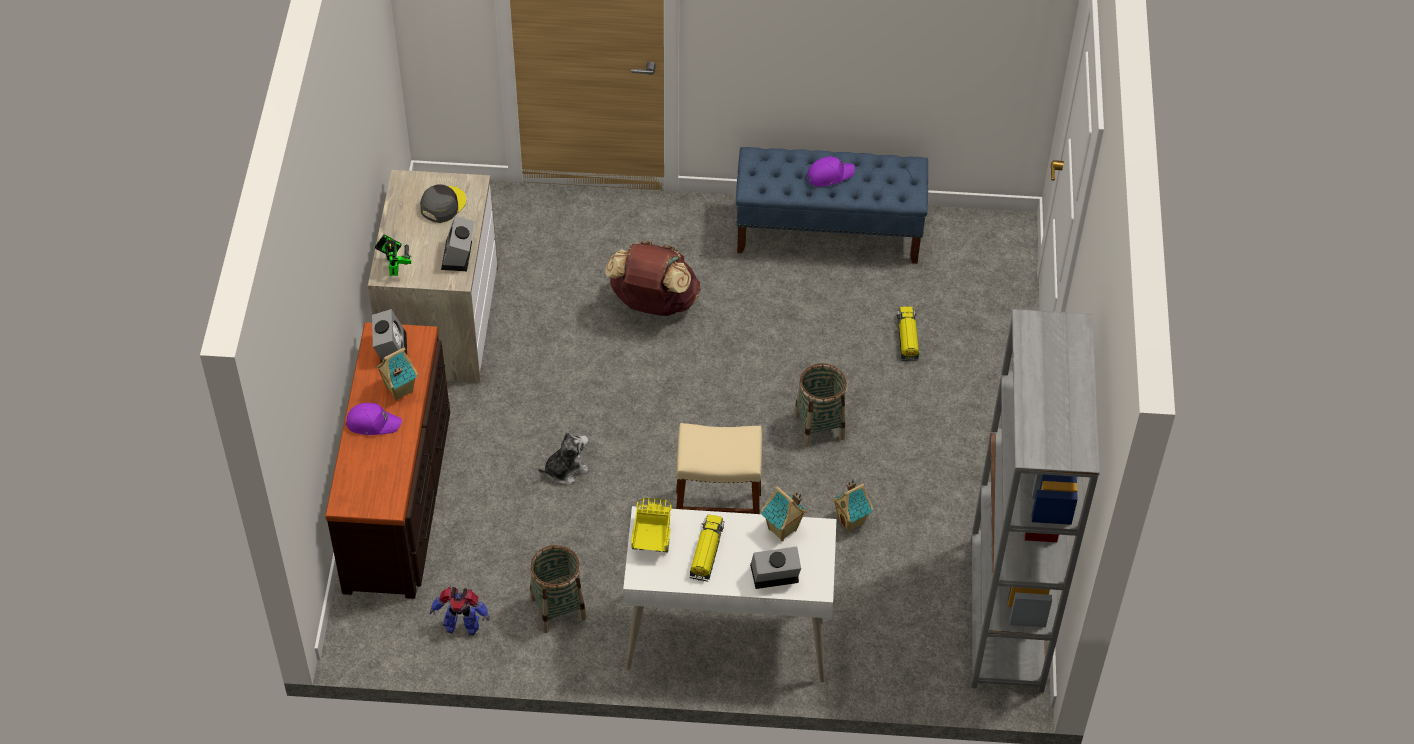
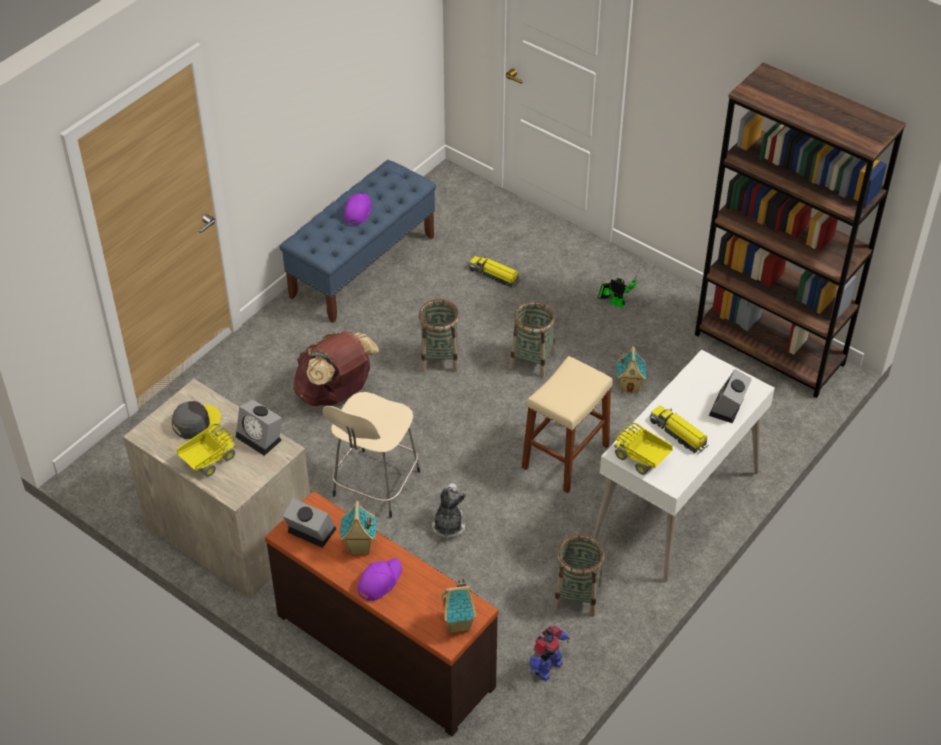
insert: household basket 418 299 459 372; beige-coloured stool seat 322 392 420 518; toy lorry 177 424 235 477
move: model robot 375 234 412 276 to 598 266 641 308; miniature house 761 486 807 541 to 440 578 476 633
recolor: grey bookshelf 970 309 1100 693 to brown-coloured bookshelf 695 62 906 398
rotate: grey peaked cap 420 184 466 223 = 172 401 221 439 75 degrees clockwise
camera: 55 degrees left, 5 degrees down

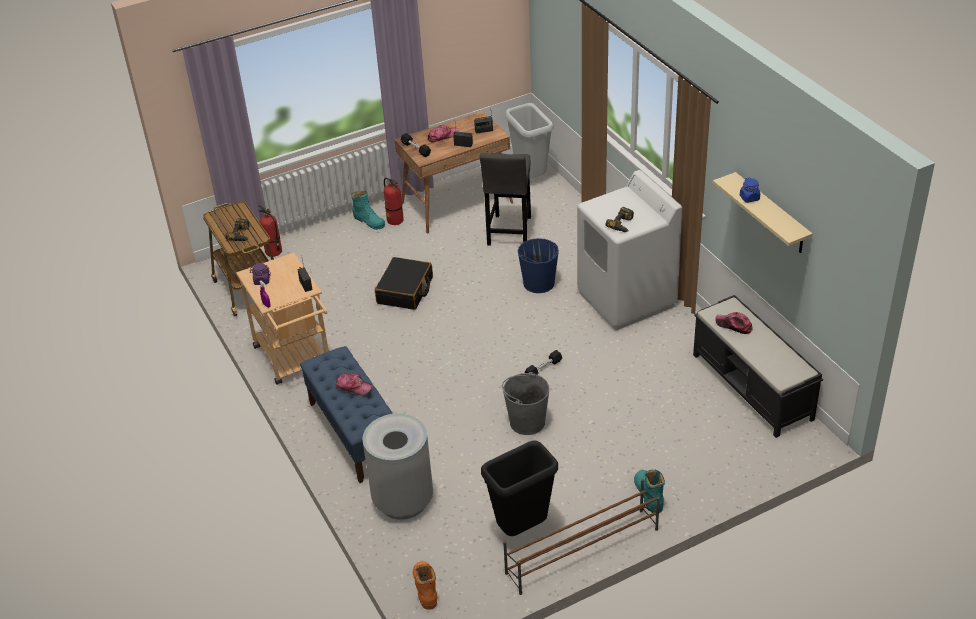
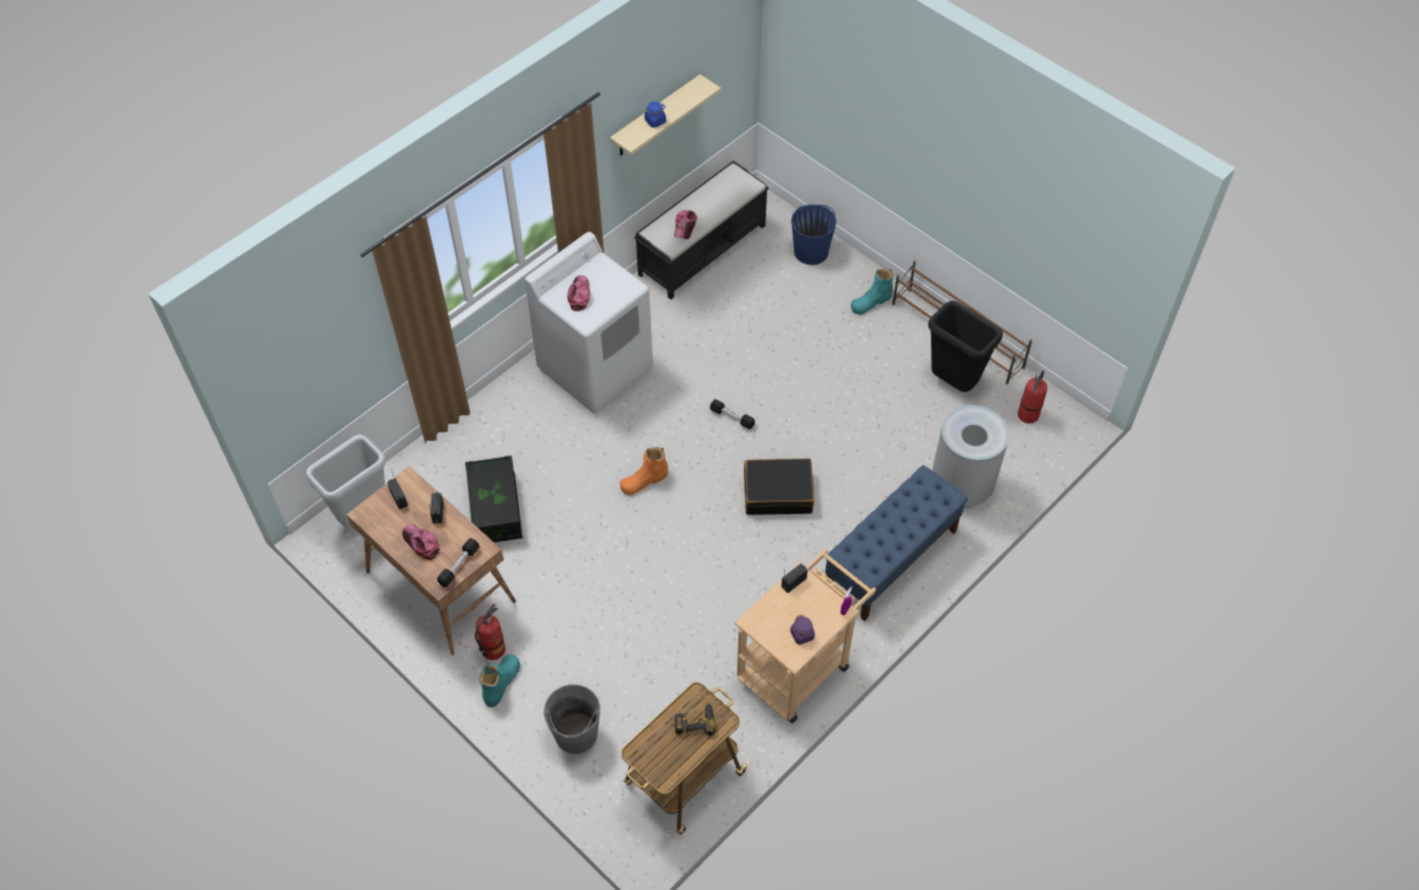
delete: drill 605 207 634 232
move: fire-fighting cylinder 258 205 282 257 to 1018 370 1047 424; bluish bucket 518 238 559 293 to 791 204 837 265; black travel case 375 257 433 310 to 744 458 814 515; grey bucket 502 372 549 435 to 543 684 600 754; peaked cap 335 374 373 395 to 567 275 590 311; orange-coloured tall boot 413 561 438 610 to 620 447 668 495
replace: grey stool seat 480 153 531 246 to black storage container 465 455 523 542
camera: 110 degrees left, 15 degrees up

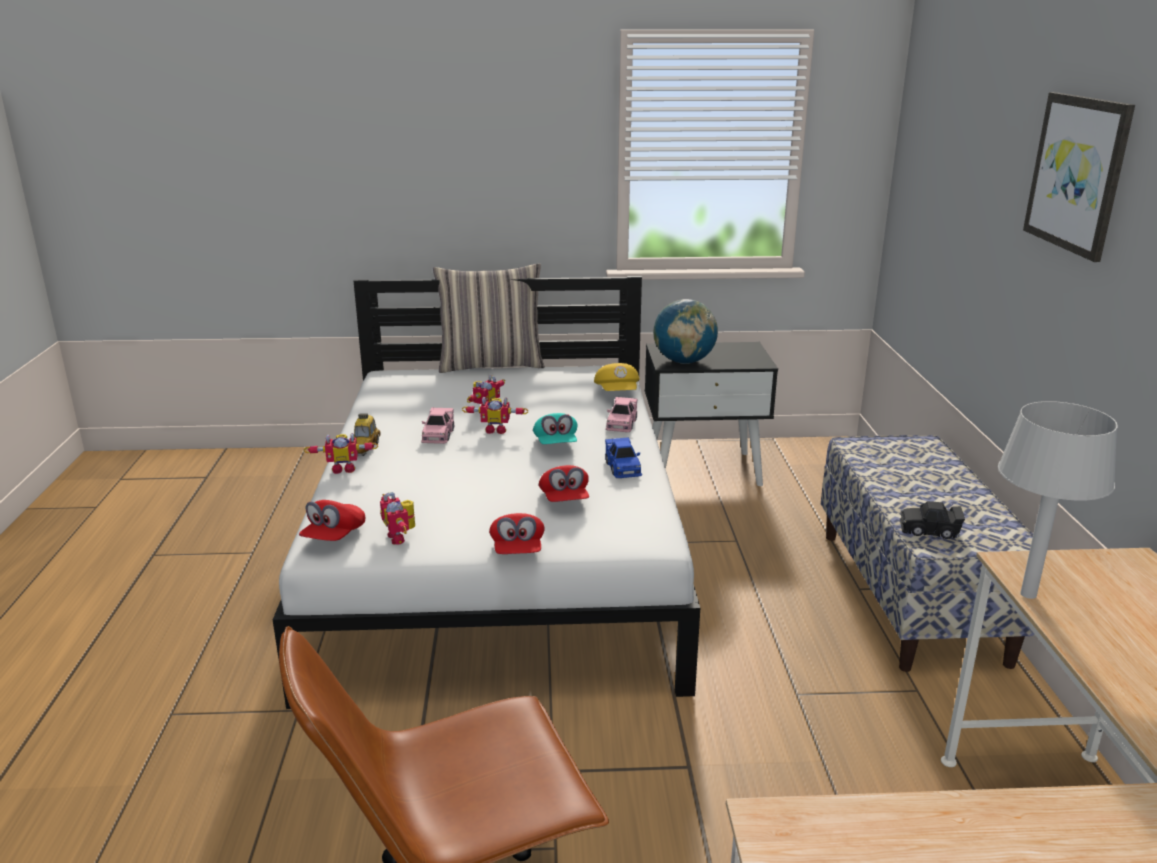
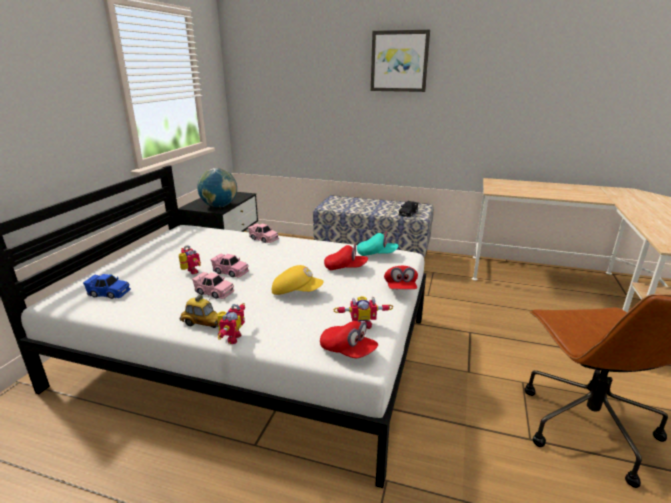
delete: cushion 433 263 545 373; grey lamp for a table 998 401 1118 599
move: yellow peaked cap 594 363 639 391 to 272 265 324 295; turquoise peaked cap 533 413 577 444 to 357 231 398 256; bluish model car 605 437 642 478 to 83 274 131 299
replace: model robot 462 397 528 434 to pinkish model car 210 254 249 277
rotate: red peaked cap 489 513 545 554 = 384 266 418 289 75 degrees clockwise
camera: 70 degrees left, 0 degrees up

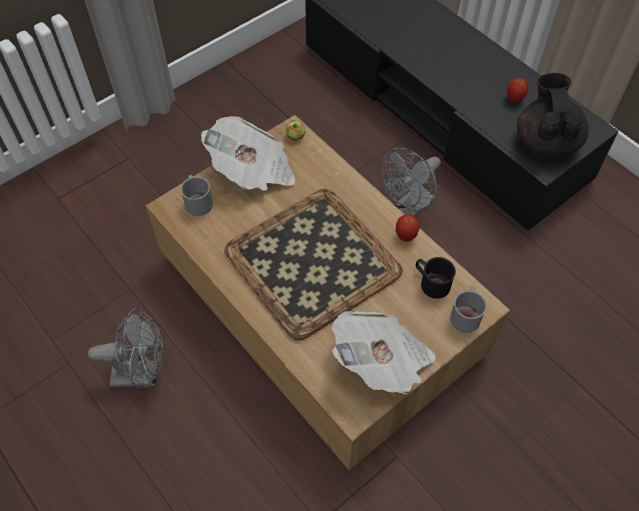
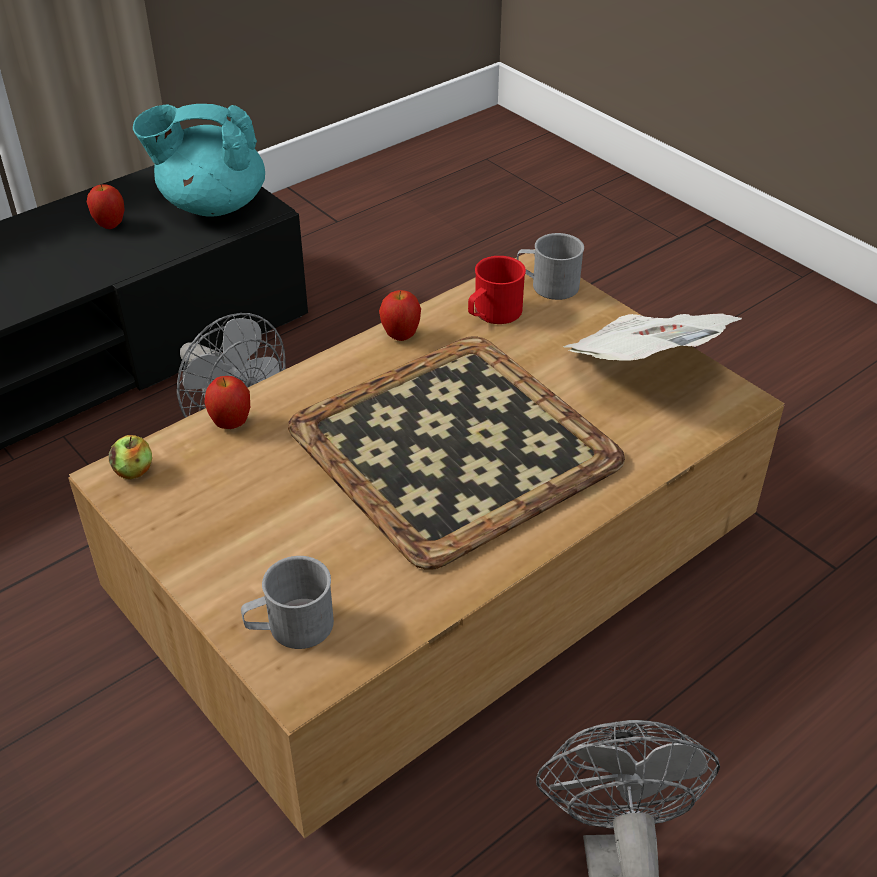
delete: daily paper 201 116 296 191
insert: apple fruit 205 376 250 429
recolor: black teapot 517 73 589 158 to turquoise teapot 133 104 265 217; black coffee mug 416 257 456 299 to red coffee mug 468 256 526 324
camera: 90 degrees left, 15 degrees down

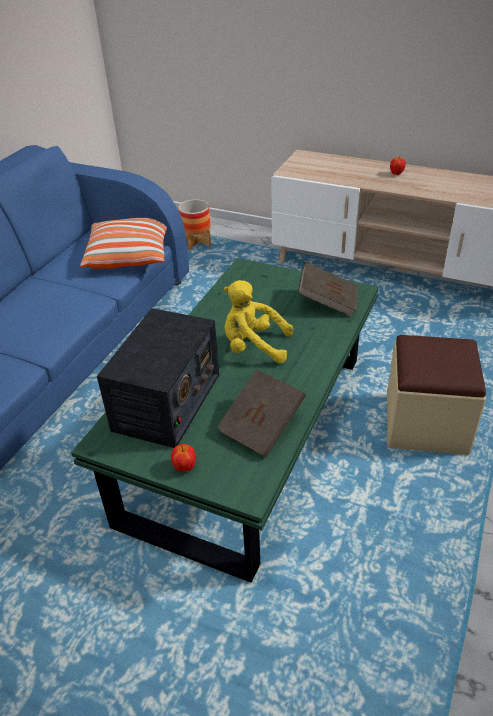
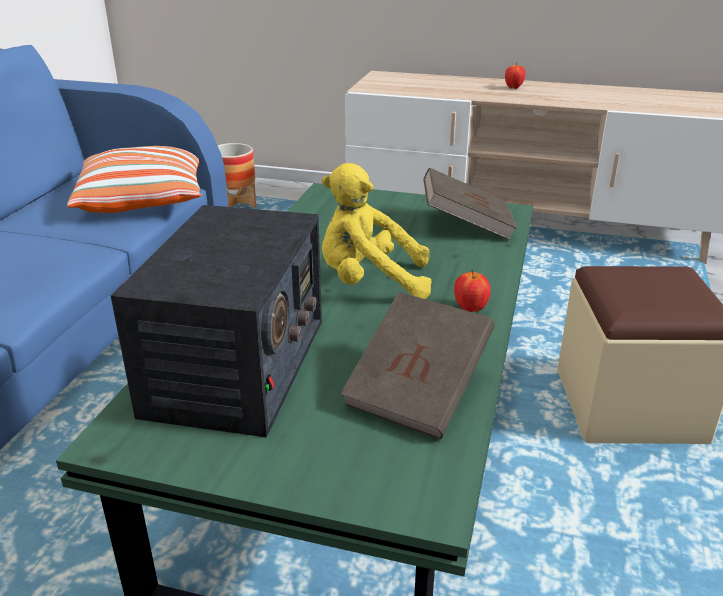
move: apple fruit 171 444 196 472 to 454 270 491 312
camera: 10 degrees left, 10 degrees down

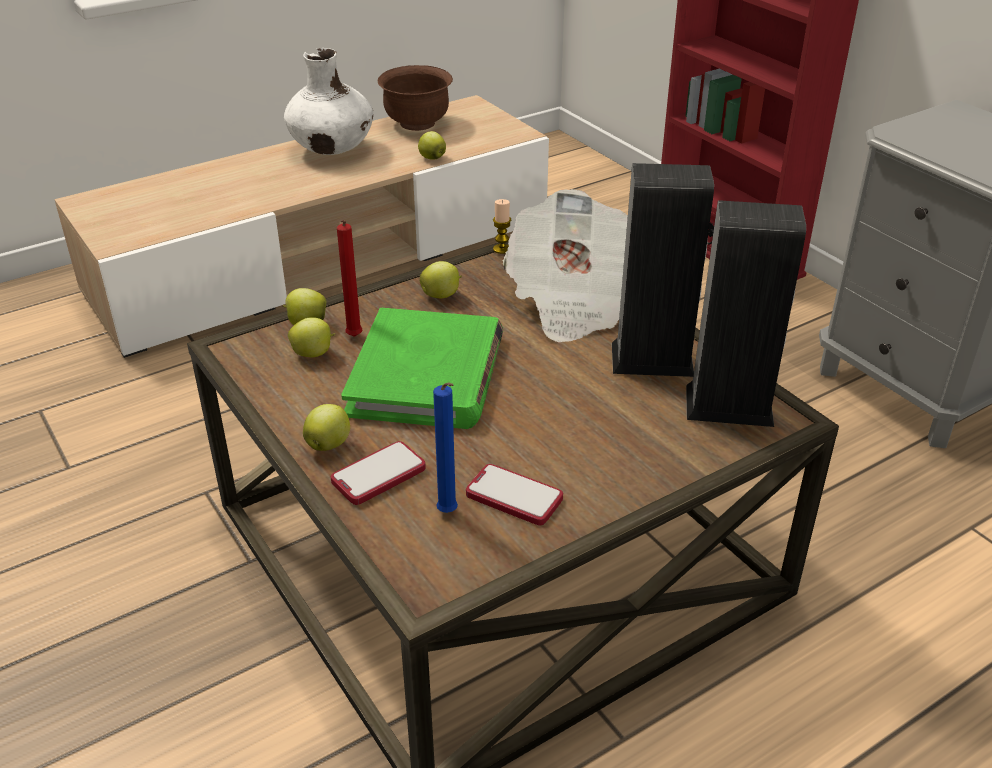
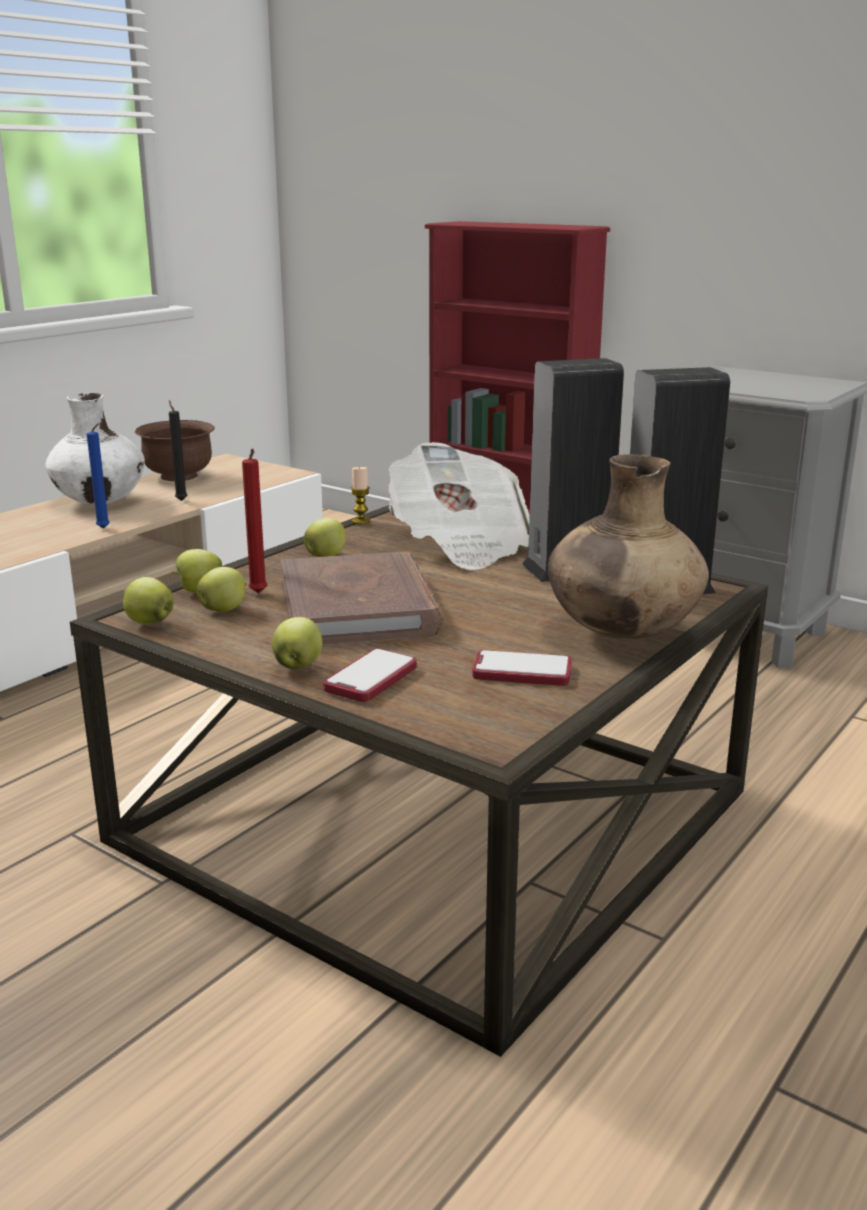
insert: black candle 169 400 187 501; brown-coloured flower vase 548 454 709 639
move: apple fruit 418 131 446 160 to 123 577 174 624; bluish candle 433 383 458 513 to 87 423 110 529
recolor: greenish bound book 341 308 503 429 to brown-coloured bound book 281 551 444 645
camera: 20 degrees left, 15 degrees down

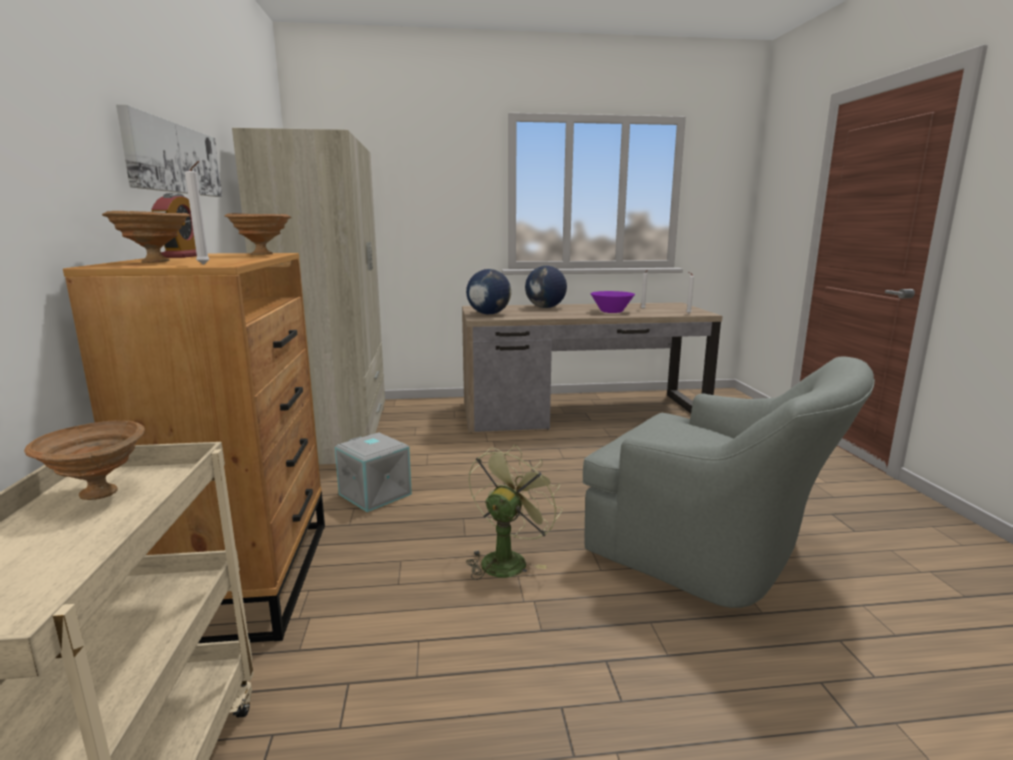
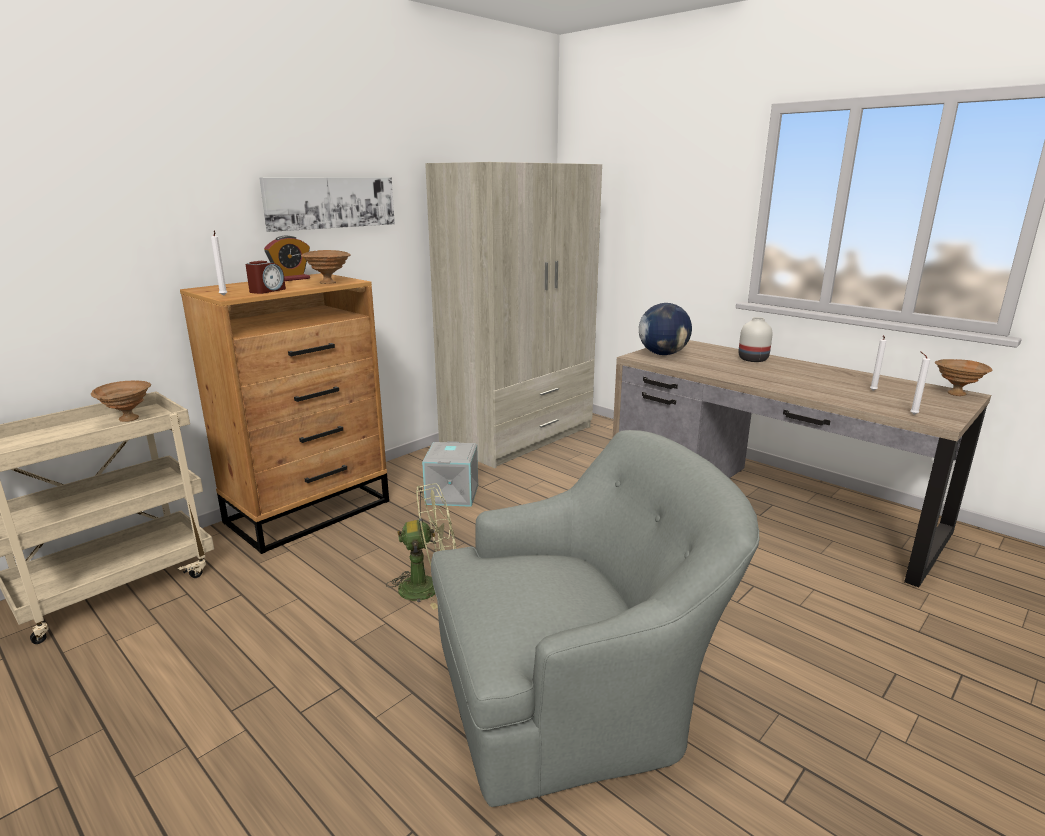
delete: purple serving bowl 590 291 635 313
insert: table clock 245 261 286 294
move: brown-coloured serving bowl 102 211 190 263 to 935 359 992 396
replace: globe 525 266 567 308 to white flower vase 739 317 773 362
rotate: grey easy chair 583 357 875 608 = 431 430 759 807 105 degrees counterclockwise
camera: 50 degrees right, 5 degrees up

